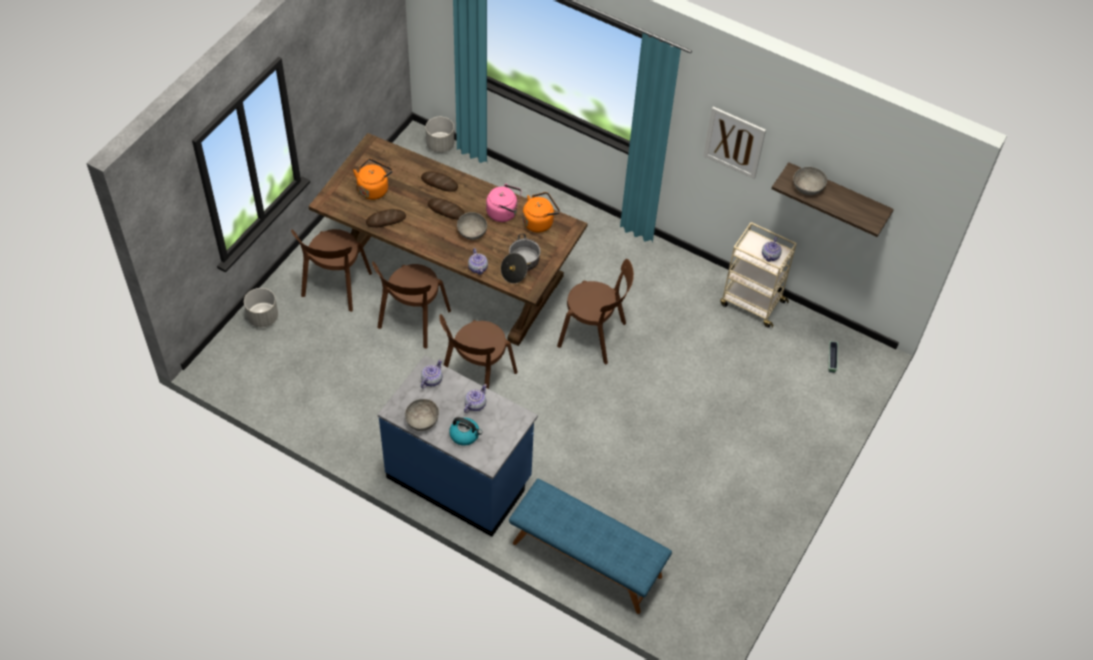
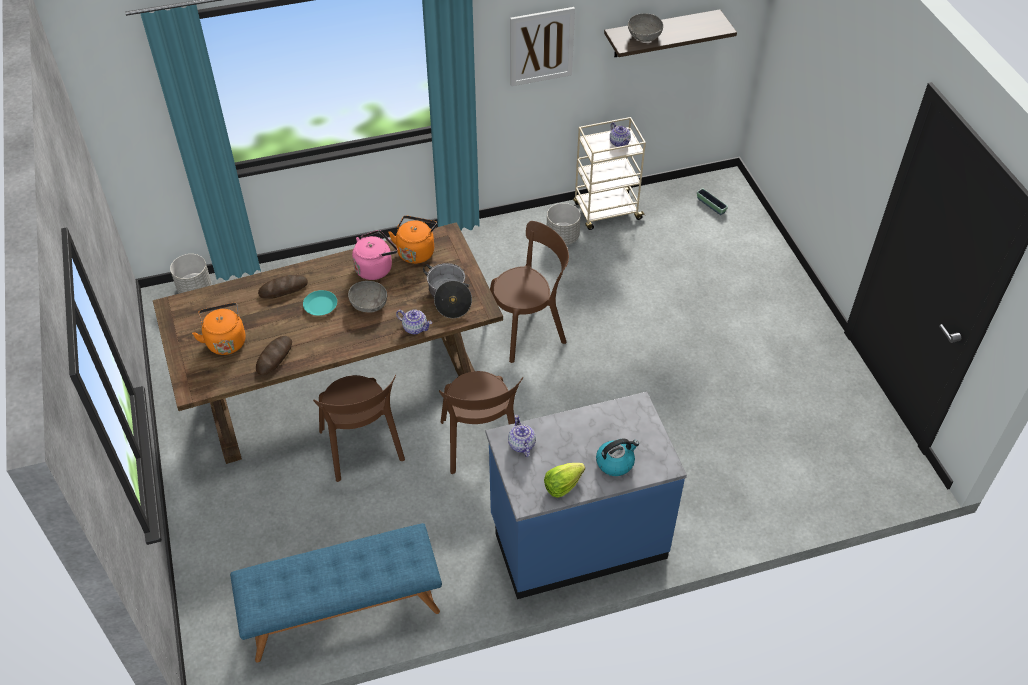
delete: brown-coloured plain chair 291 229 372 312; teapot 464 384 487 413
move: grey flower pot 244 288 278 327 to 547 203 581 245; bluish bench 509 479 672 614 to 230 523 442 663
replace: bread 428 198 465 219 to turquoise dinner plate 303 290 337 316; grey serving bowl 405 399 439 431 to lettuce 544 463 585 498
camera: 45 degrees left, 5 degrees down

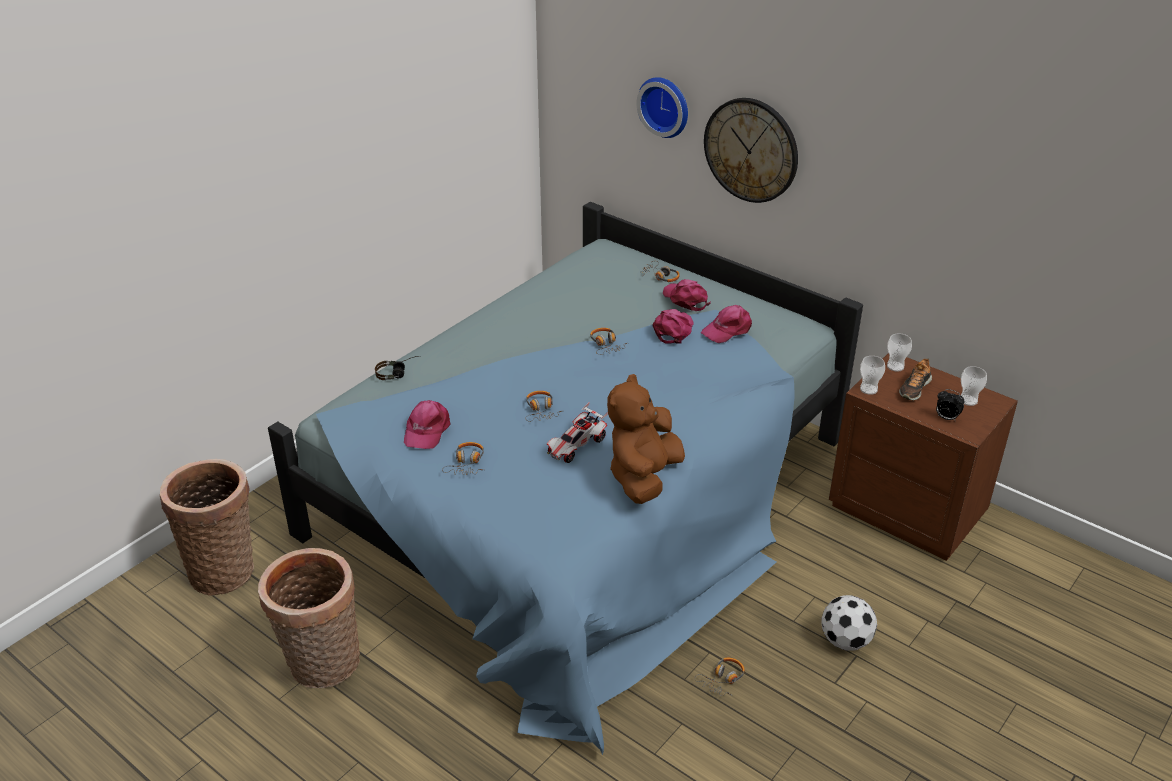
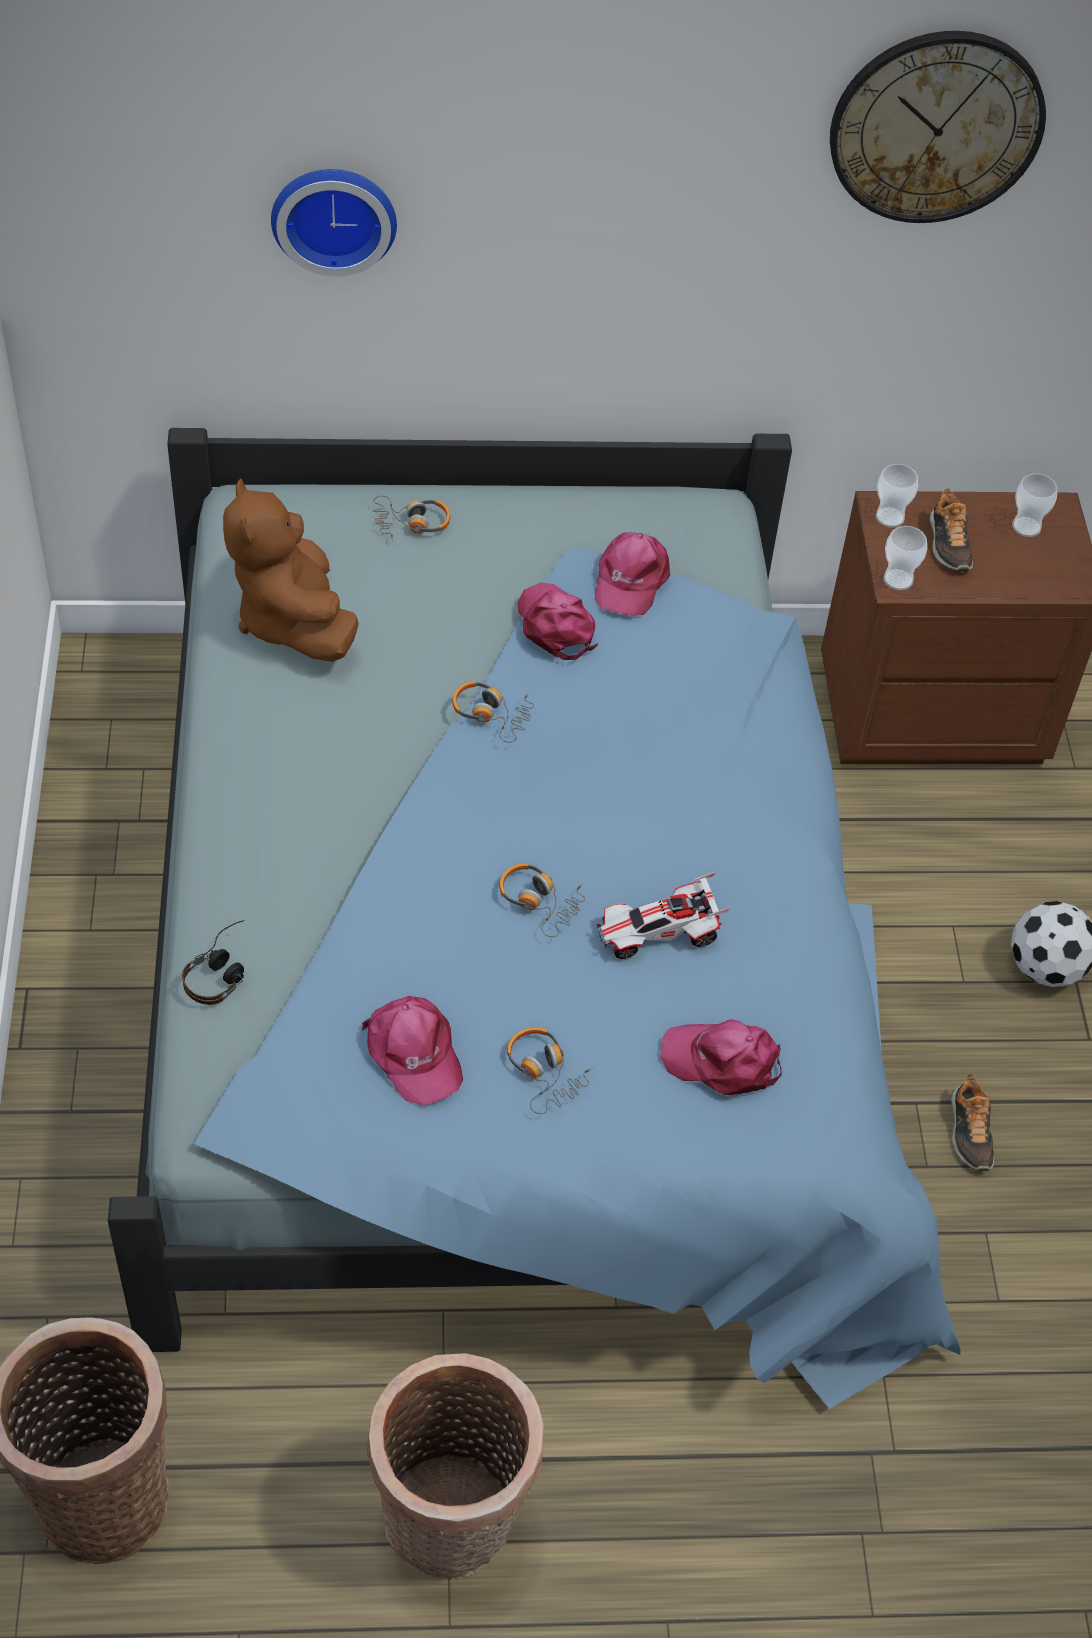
delete: table clock 936 389 964 422
move: clock on the wall 704 98 798 203 to 830 31 1046 223; pinkish peaked cap 663 279 711 311 to 660 1019 782 1096; brown-coloured soft toy 607 374 685 504 to 223 478 359 662
replace: headset 695 658 745 696 to shoe 951 1074 994 1171
rotate: model car 547 402 608 463 = 596 872 730 959 75 degrees clockwise
camera: 45 degrees left, 15 degrees up

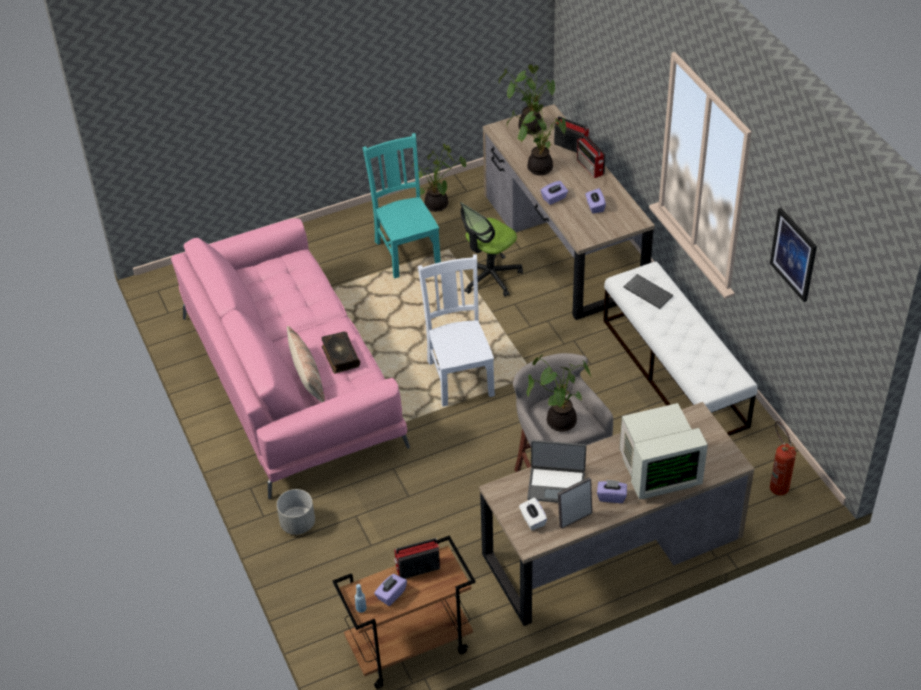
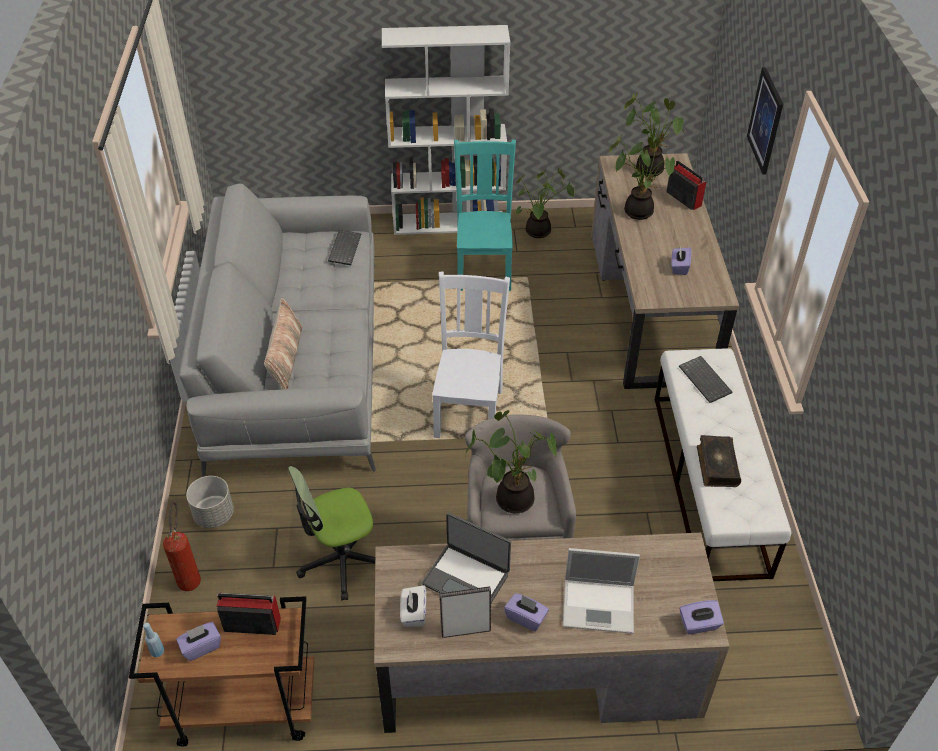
delete: radio 577 134 605 178
insert: white bookshelf 382 25 510 235; computer keyboard 328 230 361 265
move: purple tissue box 541 181 568 205 to 680 600 724 634; office chair 460 202 523 297 to 288 466 375 601; wall picture 770 208 817 302 to 747 67 783 175; bound book 321 331 360 374 to 697 435 741 487; fire-fighting cylinder 770 421 796 496 to 163 502 201 591
replace: computer screen 620 403 708 499 to notebook computer 563 548 640 634
recolor: pinkish sofa 171 218 410 499 to grey sofa 180 183 376 477
camera: 20 degrees right, 0 degrees up

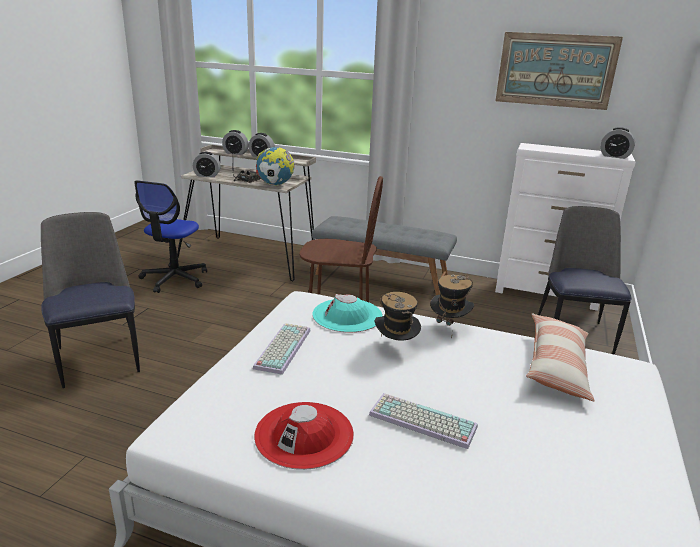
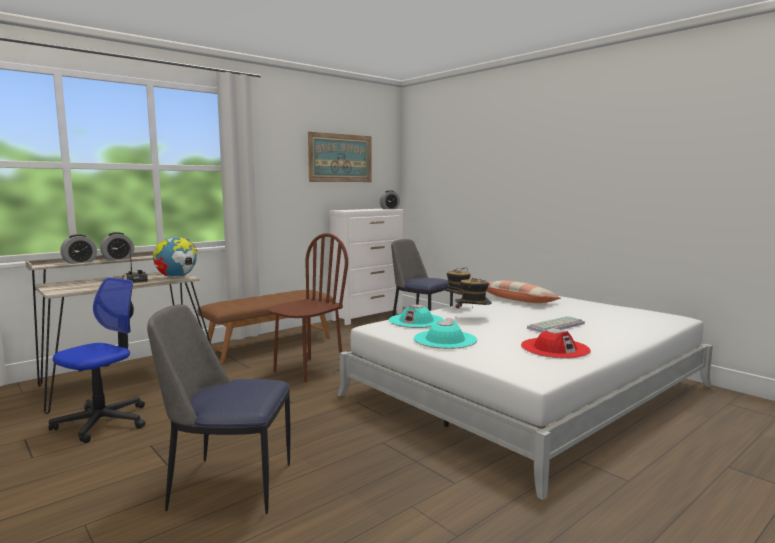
delete: table clock 193 152 221 177
replace: computer keyboard 253 323 311 375 to turquoise wearable hat 414 318 477 349
recolor: grey bench 312 216 457 295 to brown-coloured bench 198 290 333 363
rotate: office chair 134 180 207 293 = 49 277 145 443 105 degrees counterclockwise
camera: 60 degrees left, 15 degrees down

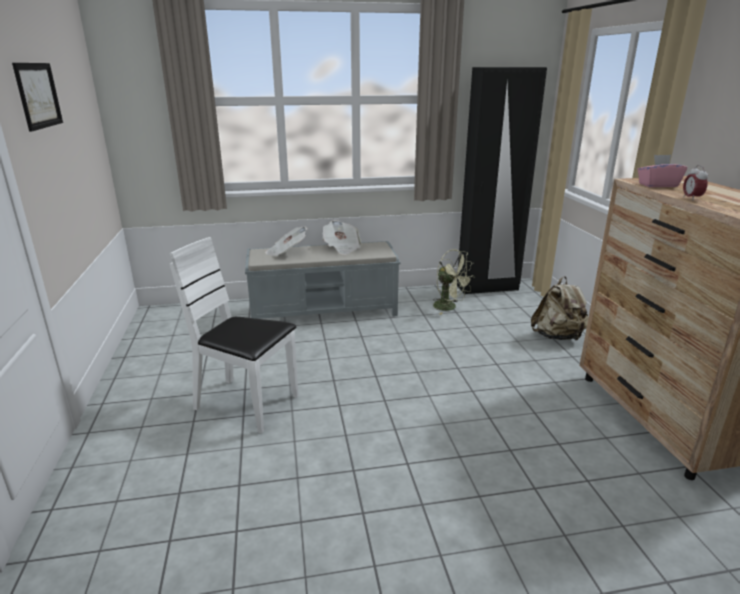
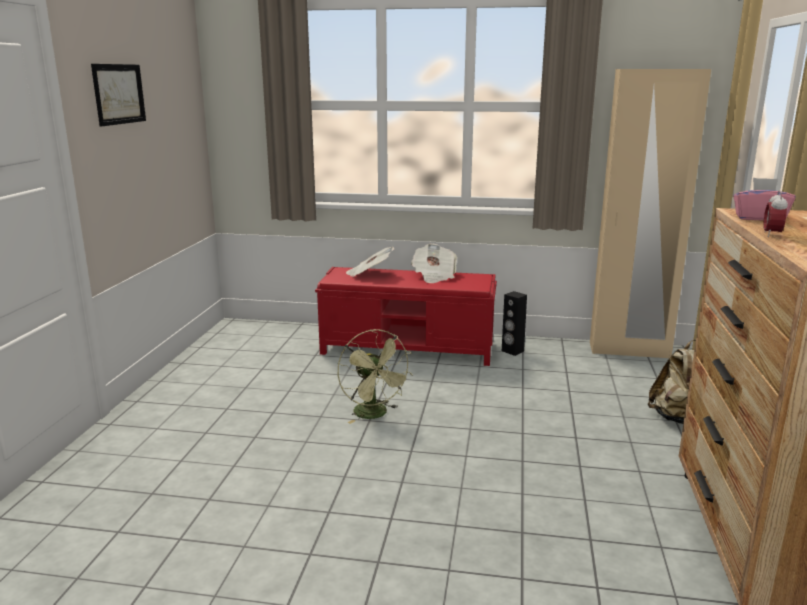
delete: white plain chair 170 237 298 434
insert: black audio speaker 502 291 527 356
move: greenish fan 433 249 474 315 to 338 329 413 424
recolor: black wardrobe 457 67 547 294 to beige-coloured wardrobe 590 69 711 358; grey bench 245 241 401 319 to red bench 315 267 497 366
camera: 20 degrees right, 5 degrees down

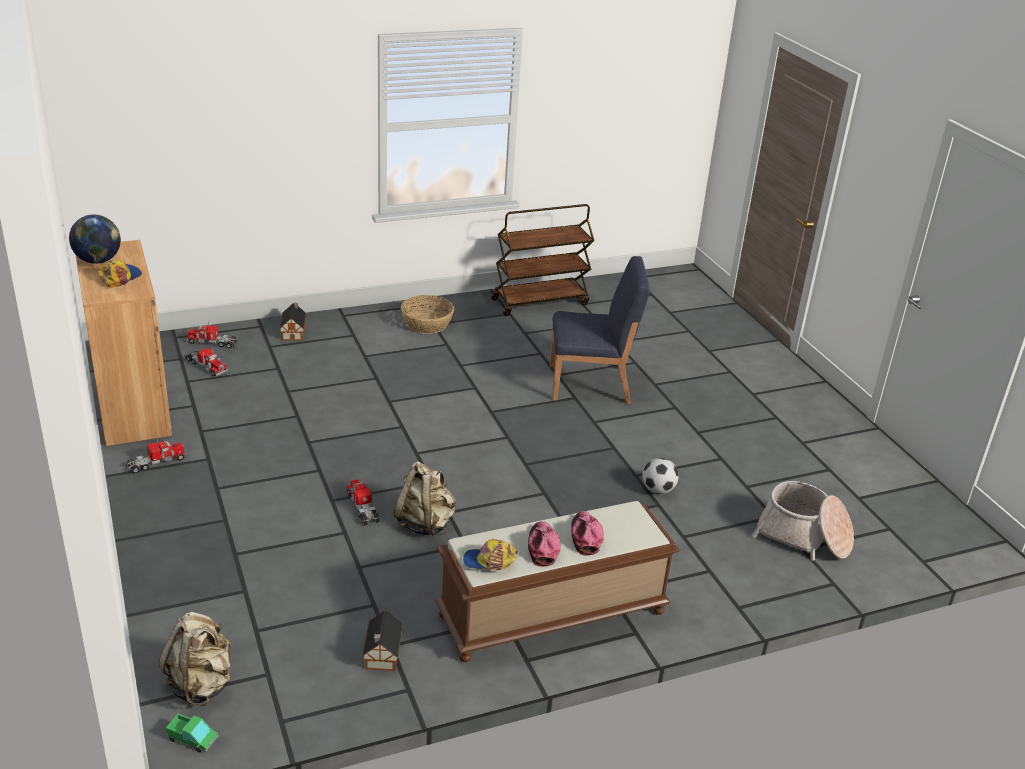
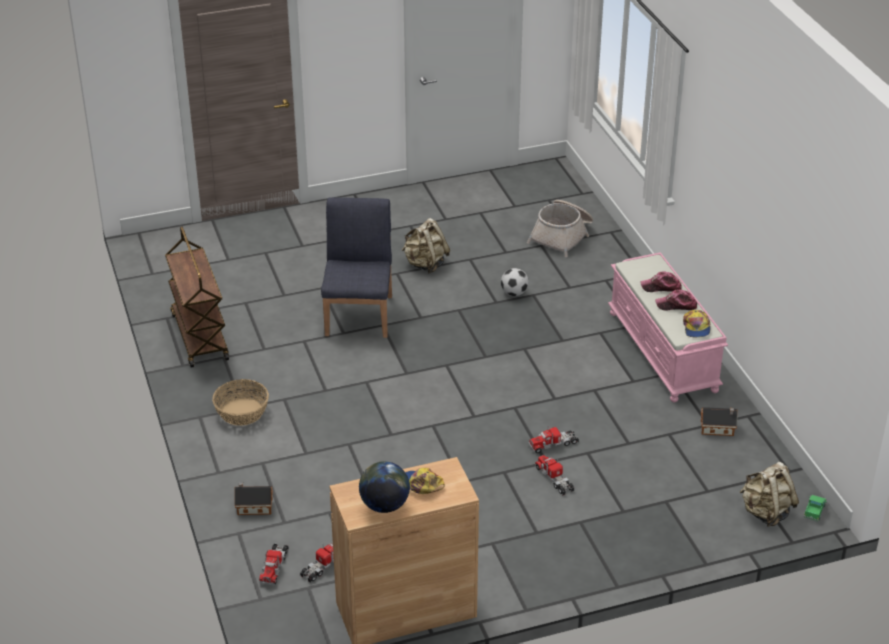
move: toy lorry 125 438 186 474 to 535 455 574 496; beige-coloured rucksack 393 461 456 536 to 402 218 450 273
recolor: brown-coloured bench 435 501 680 662 to pinkish bench 608 252 728 402
camera: 85 degrees left, 5 degrees up

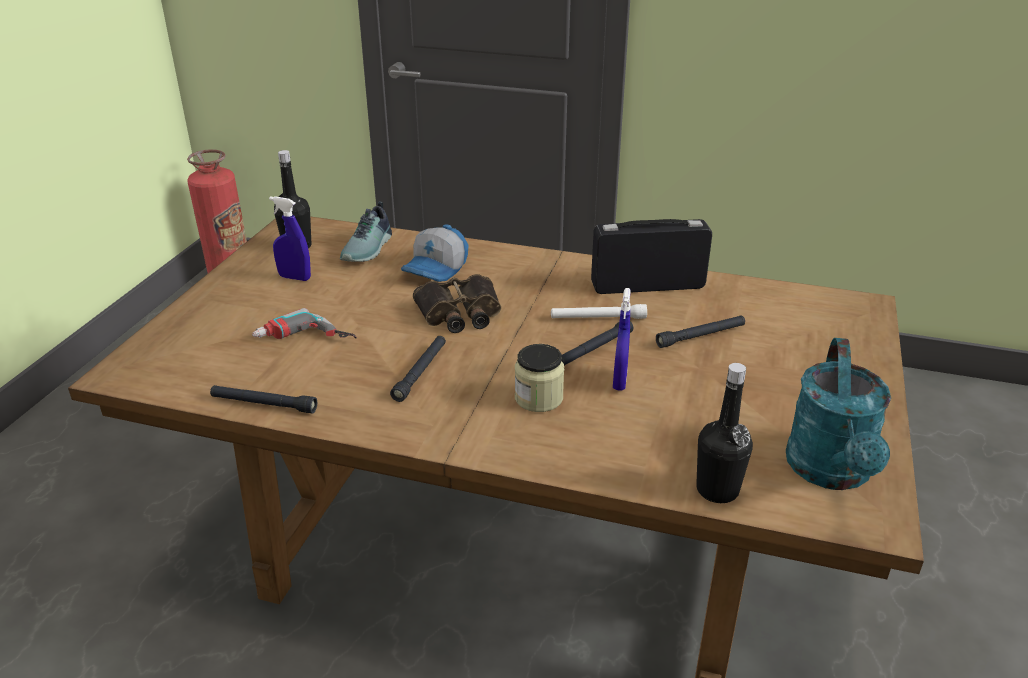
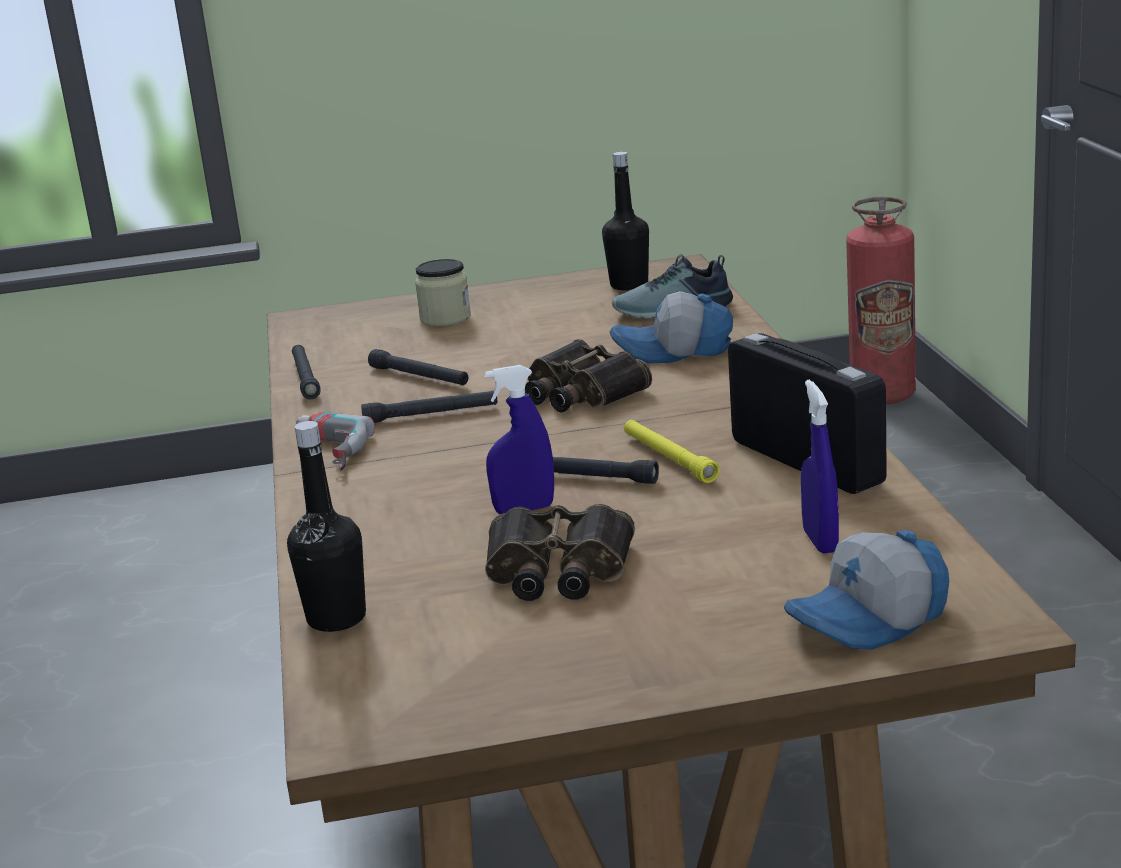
delete: turquoise watering can 786 338 891 490
insert: binoculars 485 504 635 601; peaked cap 784 530 949 650
move: bluish hand sprayer 269 196 311 281 to 801 380 839 554; drill 252 308 357 339 to 296 412 375 471; black torch 656 315 745 348 to 368 349 468 385; storage jar 515 344 564 412 to 415 259 471 326
recolor: white torch 551 304 647 319 to yellow torch 624 420 720 483
camera: 65 degrees right, 10 degrees down

